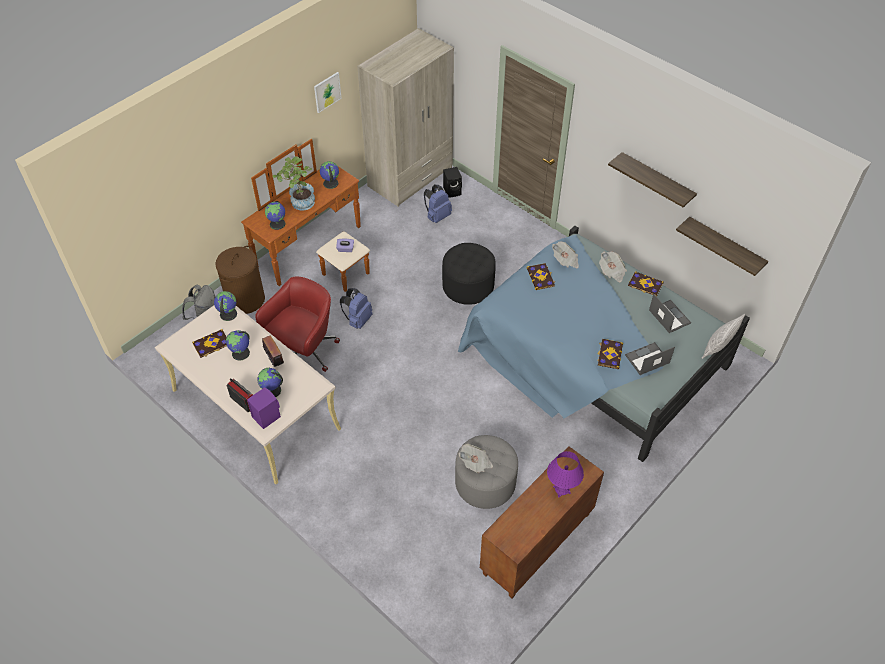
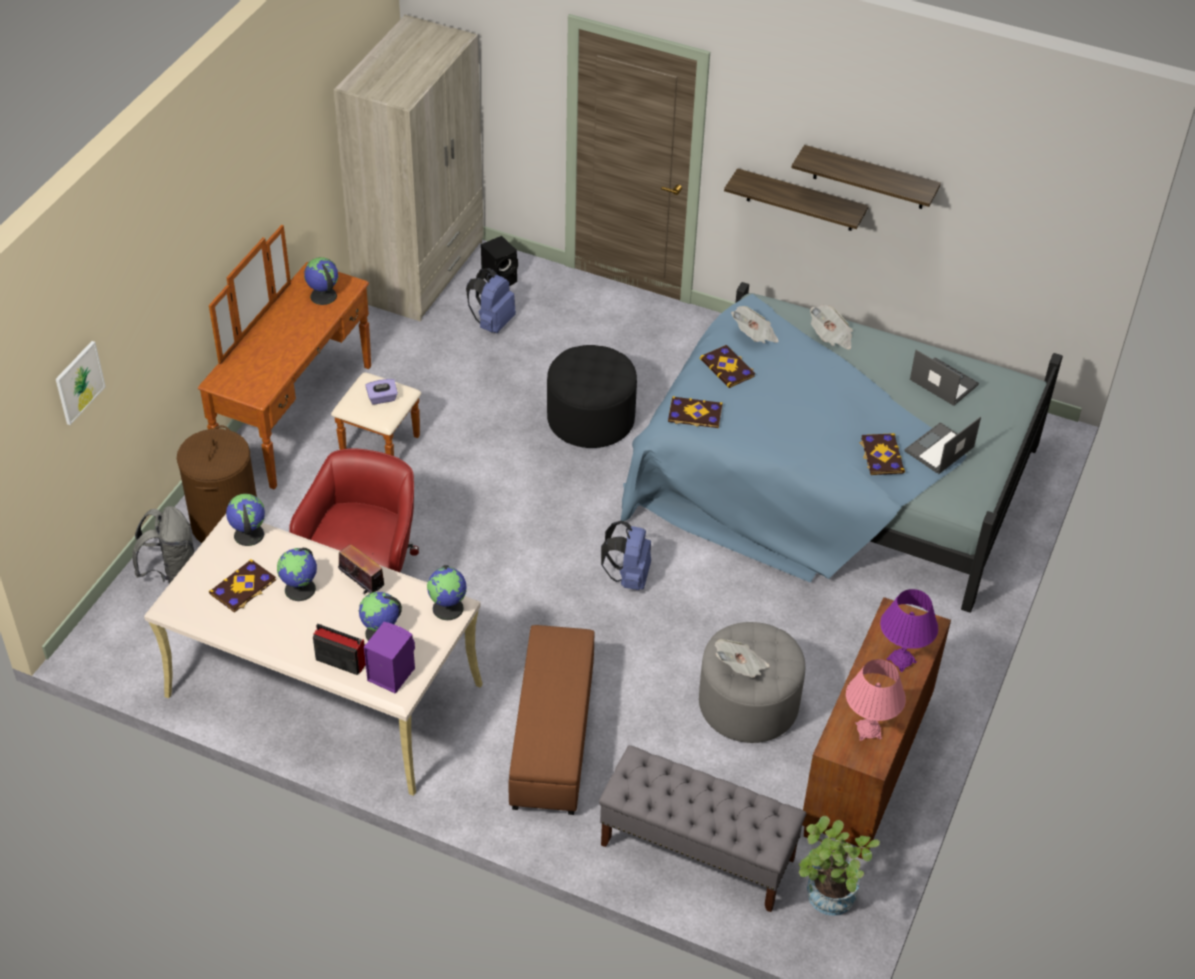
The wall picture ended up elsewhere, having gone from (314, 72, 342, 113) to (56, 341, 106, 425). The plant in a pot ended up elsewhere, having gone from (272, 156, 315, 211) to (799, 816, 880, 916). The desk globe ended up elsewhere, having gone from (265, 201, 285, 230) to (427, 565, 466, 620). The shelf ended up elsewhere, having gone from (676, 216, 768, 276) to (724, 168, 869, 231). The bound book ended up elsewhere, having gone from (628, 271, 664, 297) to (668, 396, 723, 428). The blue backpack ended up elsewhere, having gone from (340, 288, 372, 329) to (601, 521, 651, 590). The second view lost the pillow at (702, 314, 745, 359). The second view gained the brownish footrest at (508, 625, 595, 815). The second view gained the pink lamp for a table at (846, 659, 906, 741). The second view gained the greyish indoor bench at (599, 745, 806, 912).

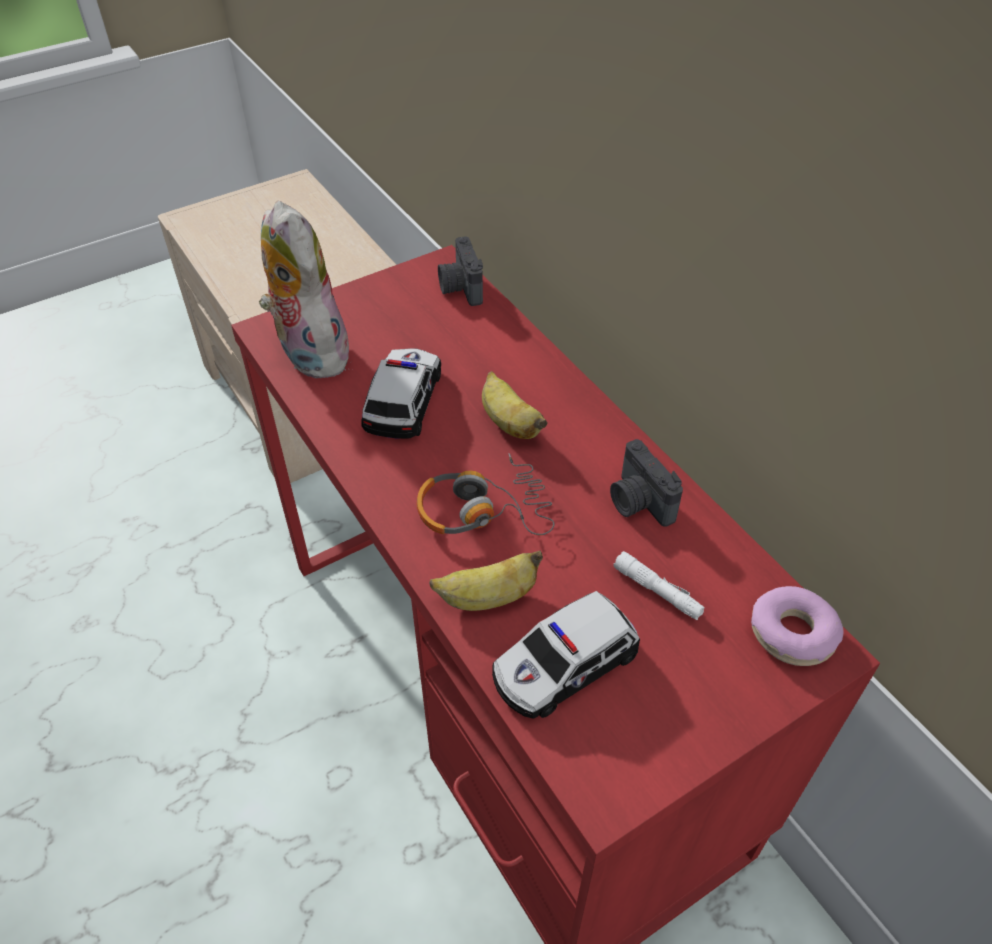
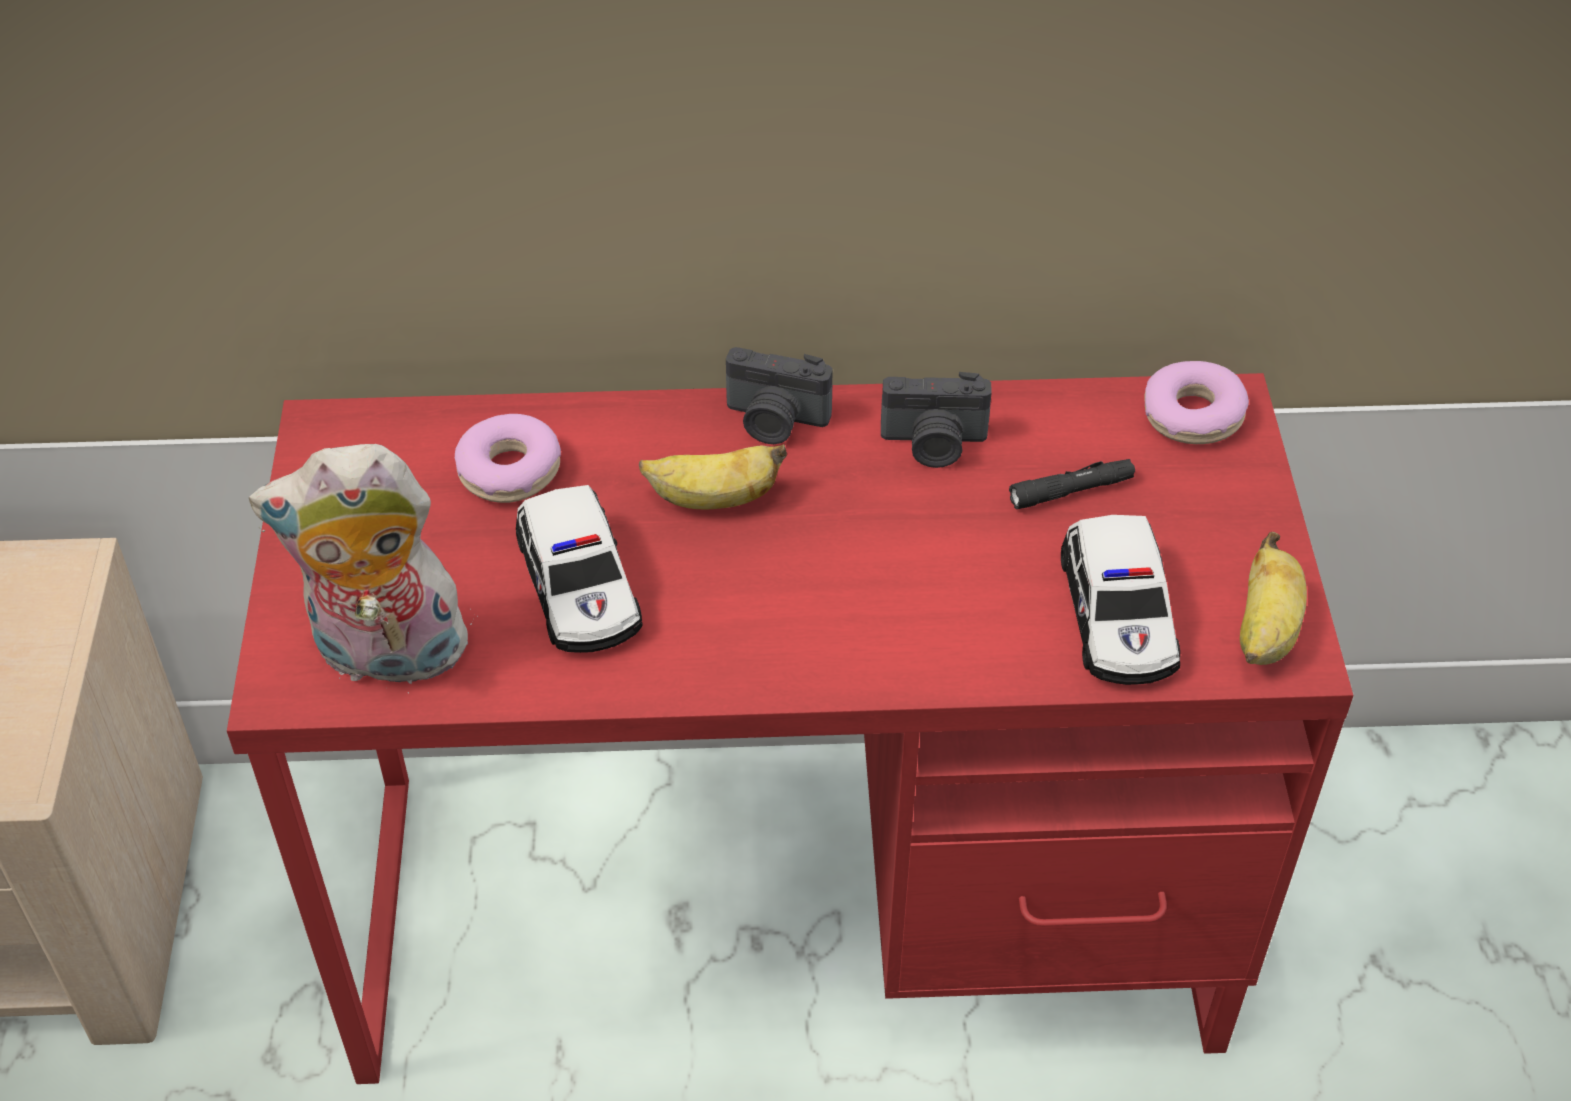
The photo camera ended up elsewhere, having gone from (438, 236, 483, 306) to (726, 347, 833, 444). The toy car at (361, 348, 441, 439) ended up facing another way, 150 degrees counterclockwise from before. The second view lost the headset at (417, 453, 554, 535). The banana fruit ended up elsewhere, having gone from (429, 550, 543, 611) to (1240, 532, 1307, 665). What was the whitish hand torch at (613, 551, 705, 620) turned into the black hand torch at (1009, 459, 1135, 509). The second view gained the doughnut at (455, 414, 561, 503).

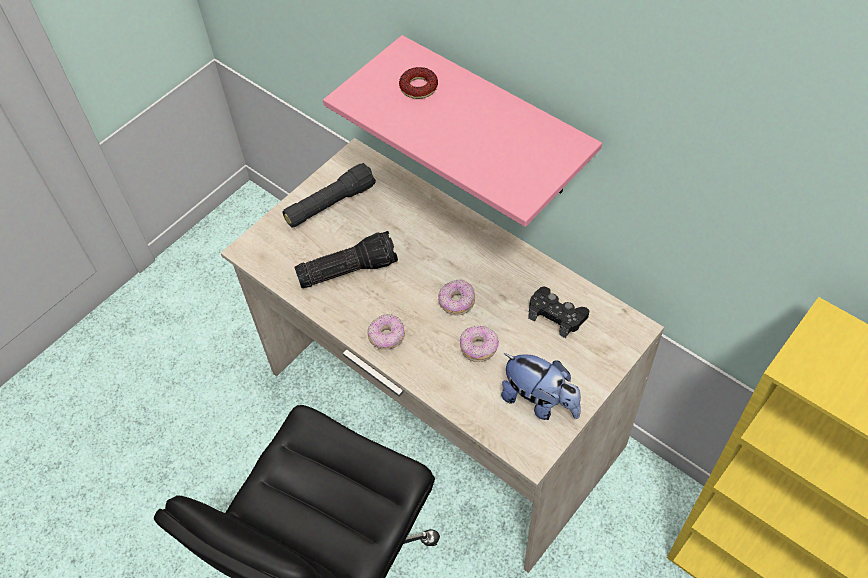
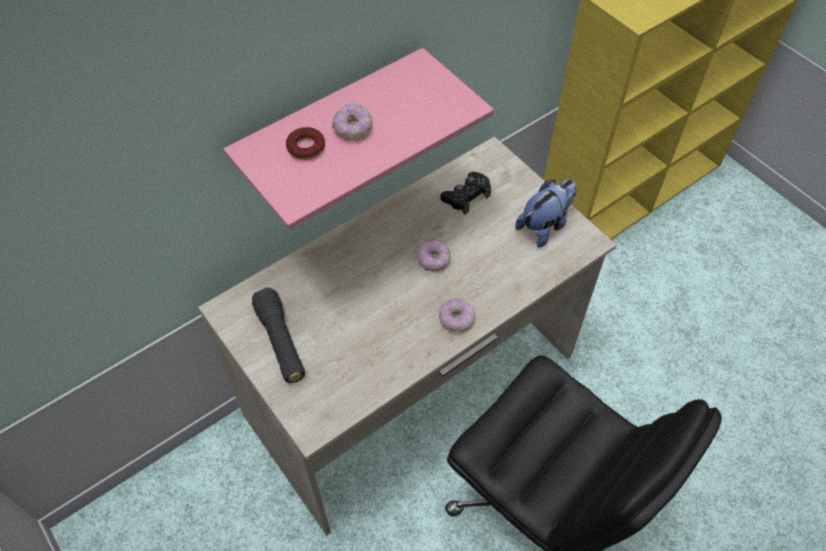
The second view lost the hand torch at (294, 231, 398, 288). The doughnut ended up elsewhere, having gone from (460, 326, 499, 362) to (332, 104, 373, 141).

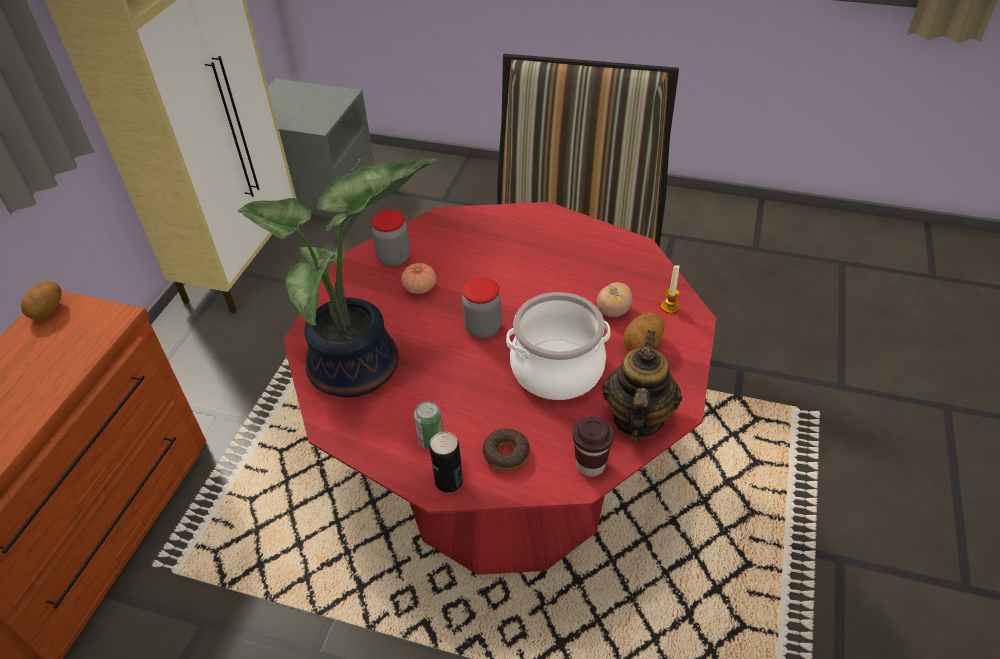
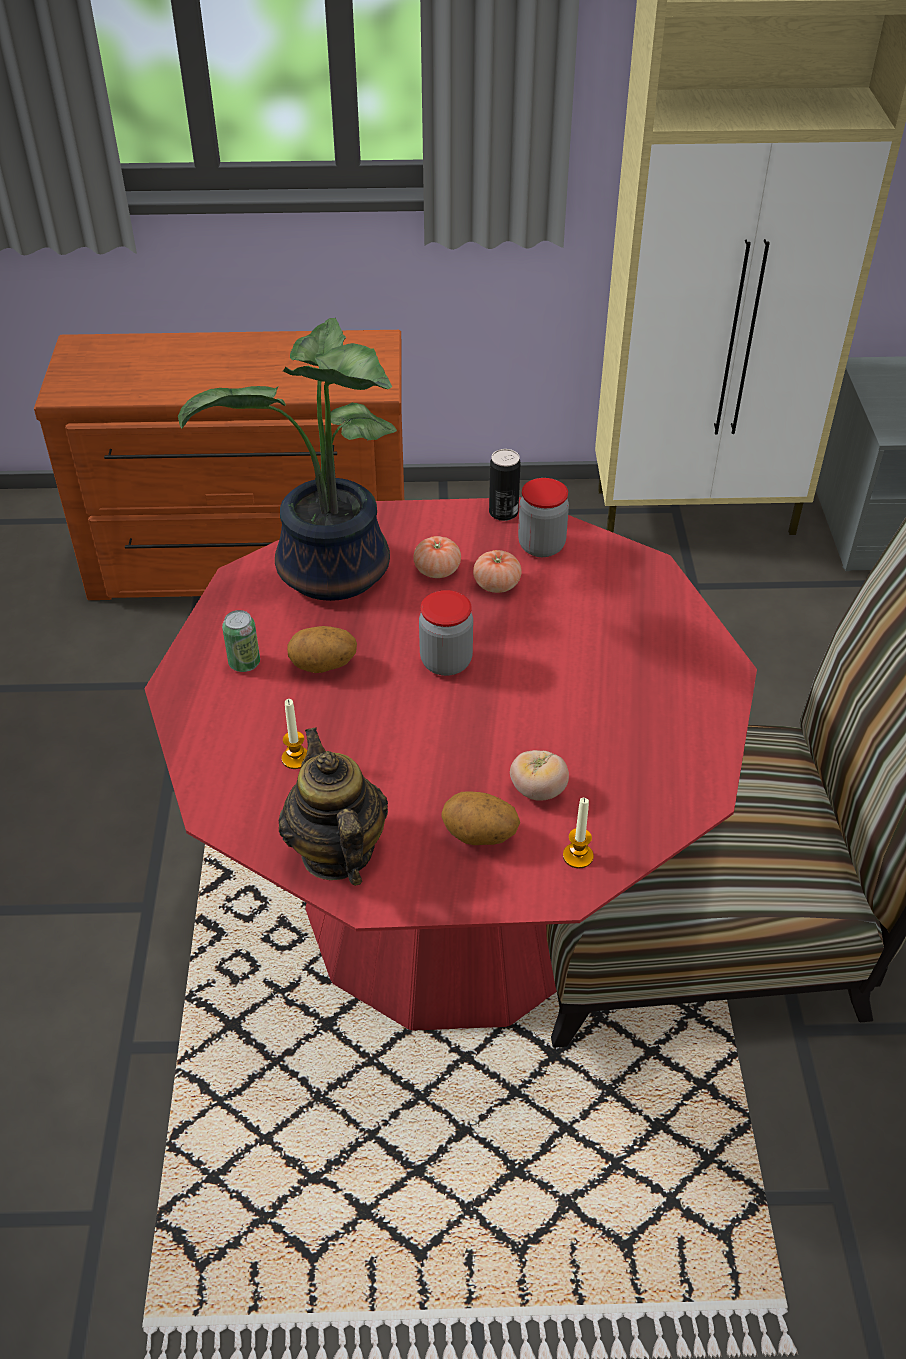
The spud ended up elsewhere, having gone from (21, 281, 62, 320) to (287, 626, 357, 673). The second view lost the saucepot at (506, 292, 610, 400). The pot for tea at (602, 330, 682, 443) ended up facing another way, 105 degrees counterclockwise from before. The second view lost the brownish cup at (572, 416, 614, 477). The second view lost the doughnut at (482, 428, 530, 471). The sealed can ended up elsewhere, having gone from (430, 432, 463, 493) to (489, 449, 521, 521). The second view gained the whole tomato at (414, 536, 461, 578). The second view gained the candle at (282, 699, 307, 769).

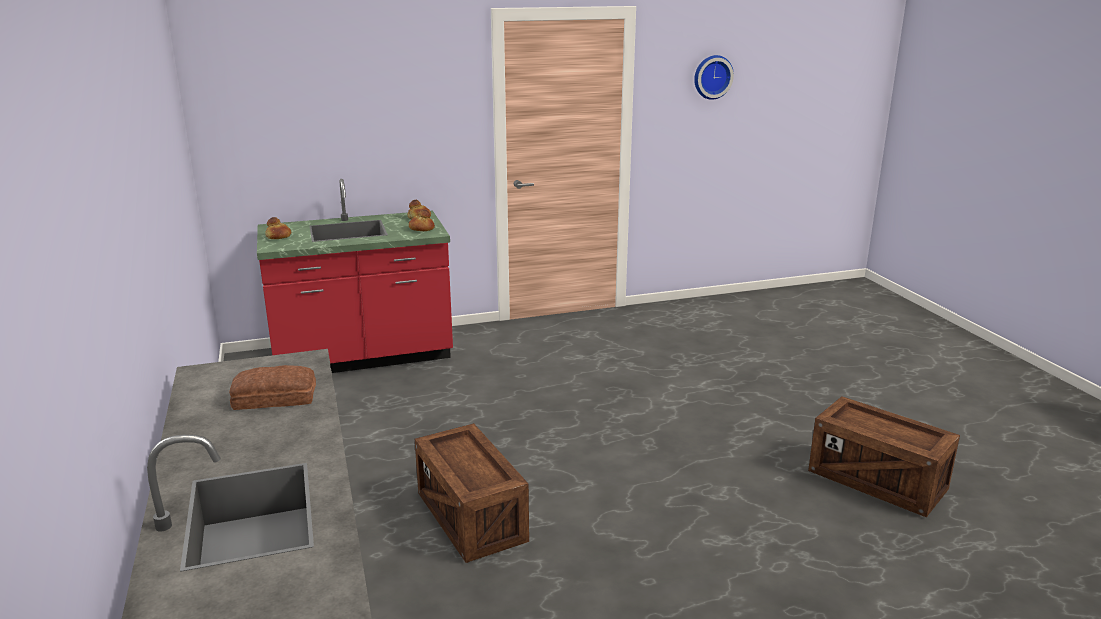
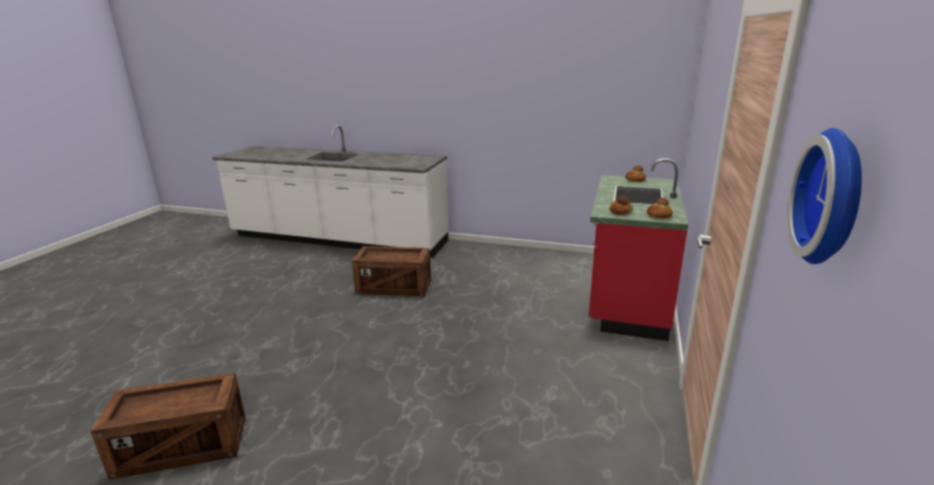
The second view lost the bread at (229, 365, 316, 410).

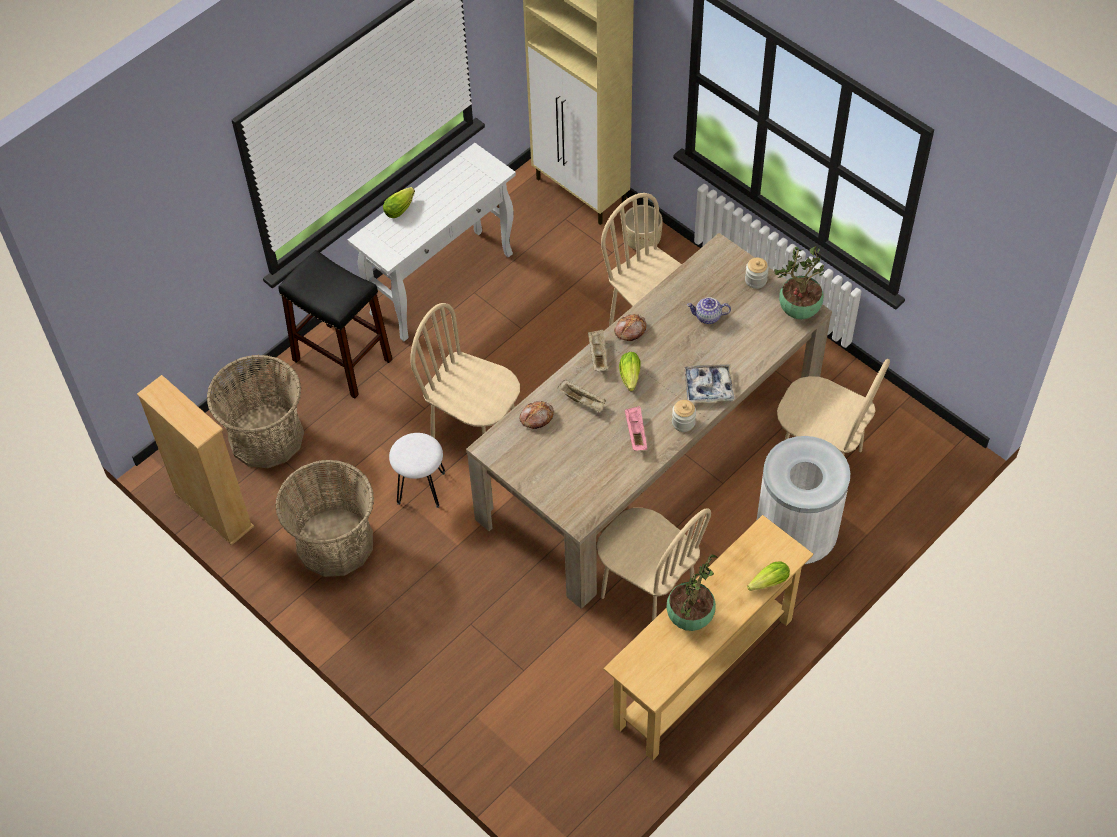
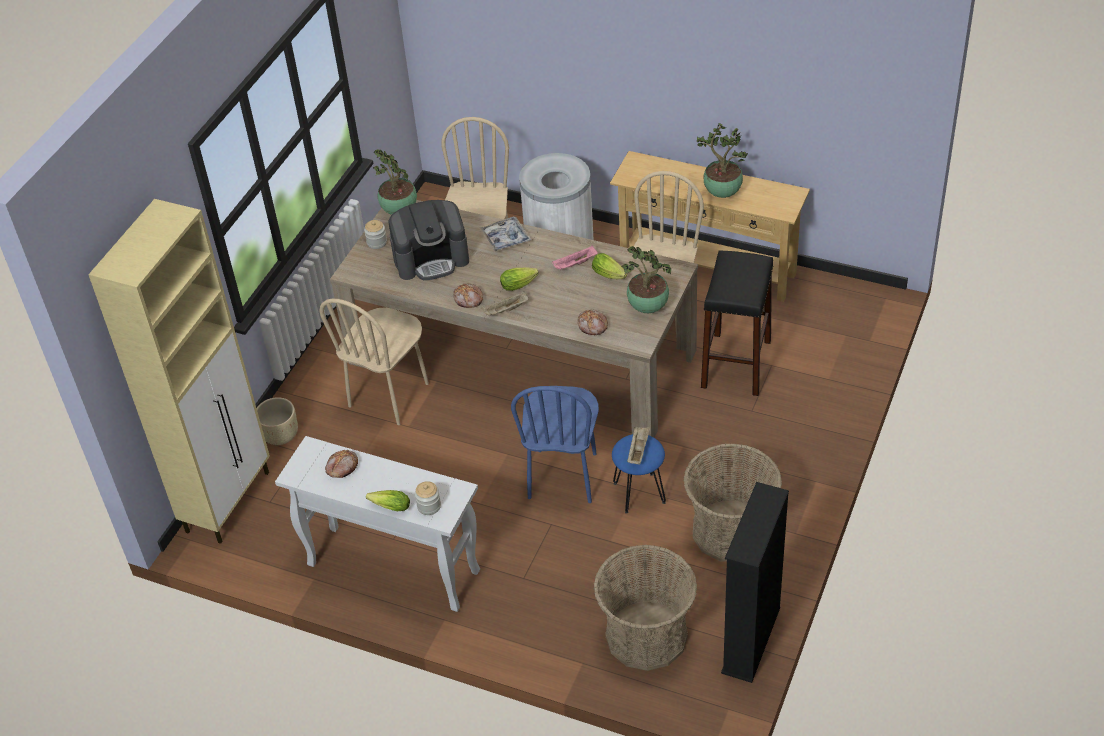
The black sitting stool ended up elsewhere, having gone from (279, 250, 392, 399) to (701, 250, 774, 396). Where the pot for tea stood at (687, 297, 731, 324), the coffee brewer came to stand at (388, 200, 469, 280). What was the sand-coloured plain chair at (411, 303, 520, 438) turned into the blue plain chair at (511, 386, 599, 503). What was the sand-coloured bookcase at (137, 375, 254, 545) turned into the black bookcase at (721, 482, 789, 683). The sand-coloured carrying tray ended up elsewhere, having gone from (557, 379, 606, 412) to (627, 427, 650, 465). The storage jar ended up elsewhere, having gone from (672, 400, 696, 432) to (415, 481, 441, 515). What was the whitish sitting stool at (389, 433, 445, 508) turned into the blue sitting stool at (612, 434, 666, 514). The head of lettuce ended up elsewhere, having gone from (747, 561, 790, 591) to (592, 253, 627, 279). The second view gained the plant in a pot at (621, 246, 671, 313). The second view gained the bread at (325, 450, 358, 478).

